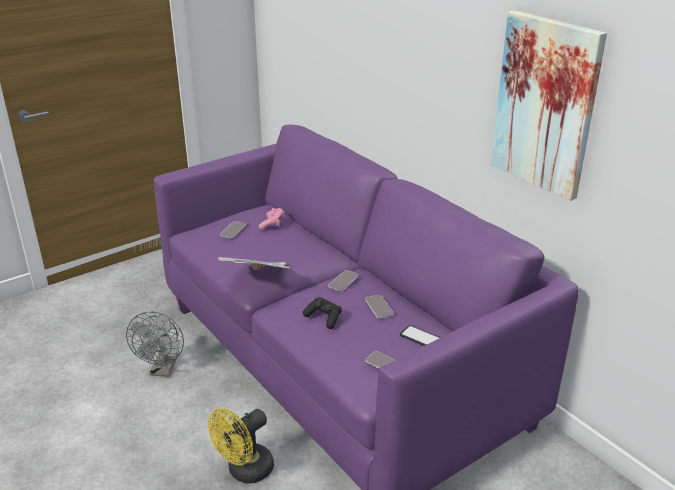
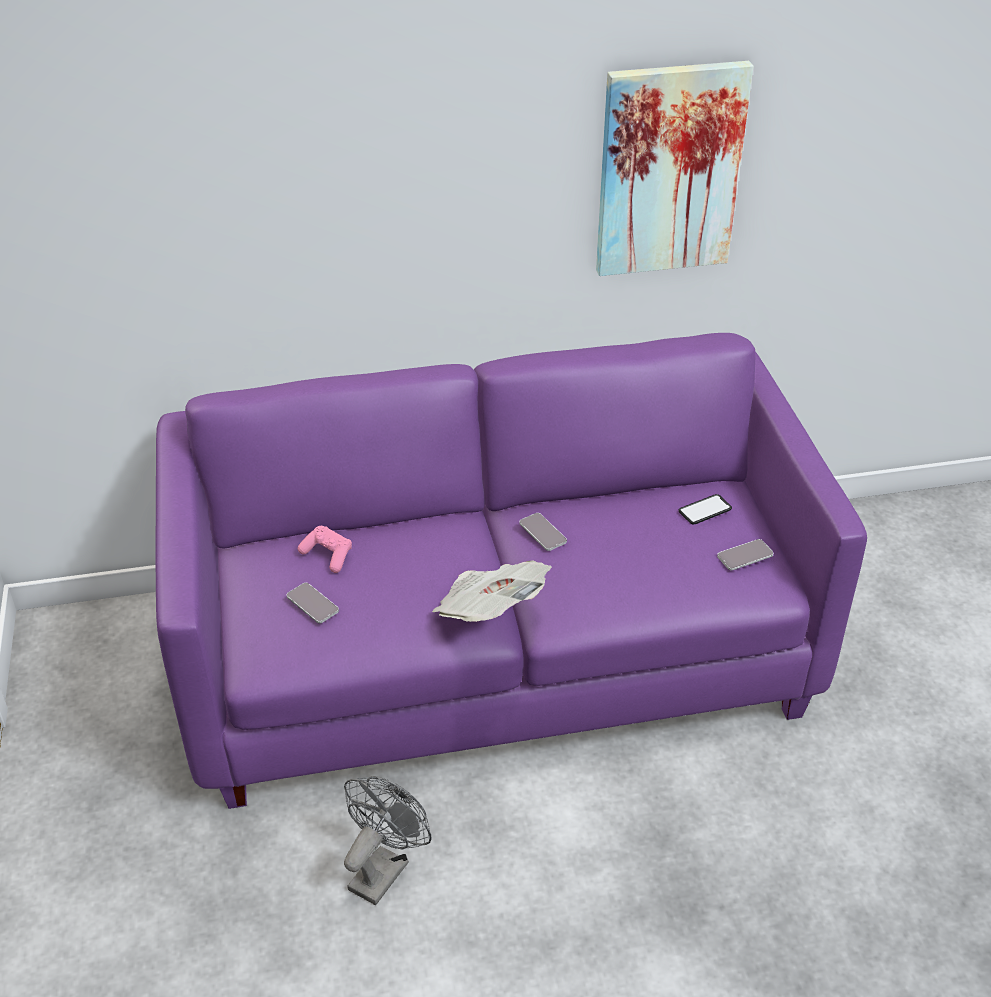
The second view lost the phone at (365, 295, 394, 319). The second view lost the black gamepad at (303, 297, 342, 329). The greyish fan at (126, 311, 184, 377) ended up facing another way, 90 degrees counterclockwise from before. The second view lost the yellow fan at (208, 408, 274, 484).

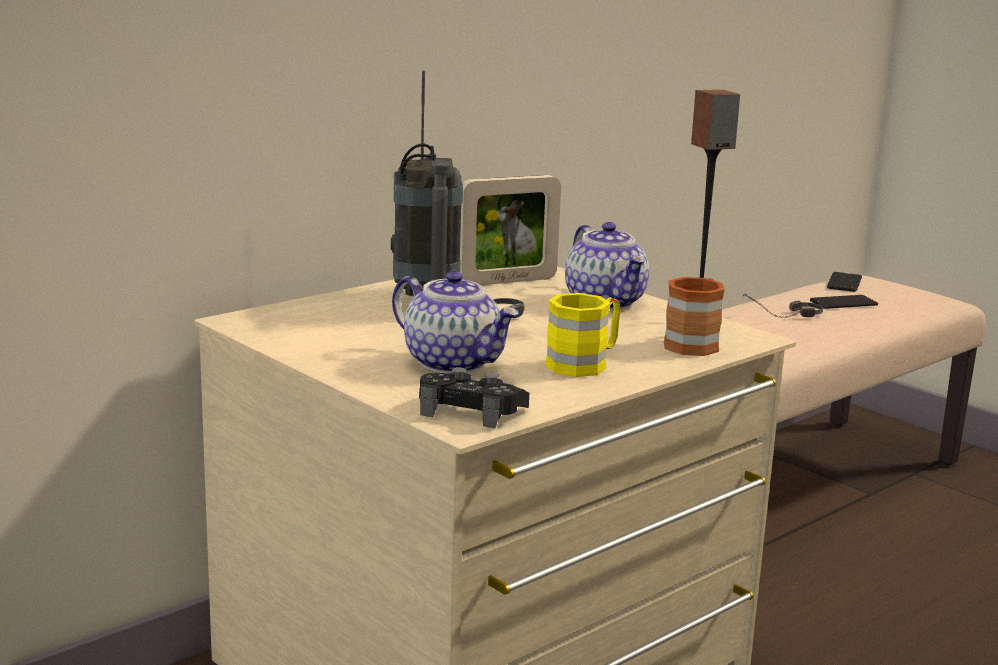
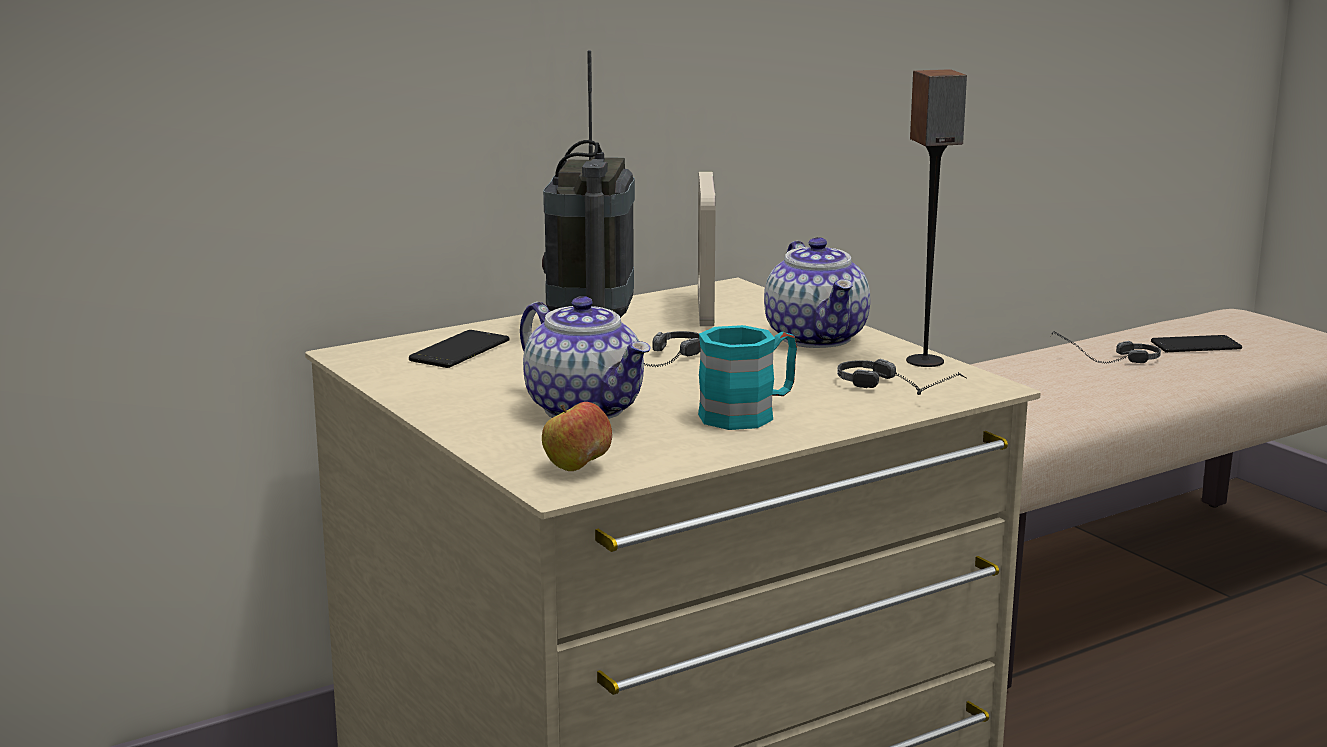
The picture frame at (460, 175, 561, 285) ended up facing another way, 105 degrees clockwise from before. The phone ended up elsewhere, having gone from (827, 272, 862, 292) to (409, 330, 509, 368). Where the brownish mug stood at (664, 277, 725, 356), the headset came to stand at (837, 359, 967, 395). What was the yellow mug at (545, 293, 621, 377) turned into the blue-green mug at (698, 325, 797, 430). Where the black gamepad stood at (419, 367, 529, 428), the apple fruit came to stand at (542, 402, 612, 471).

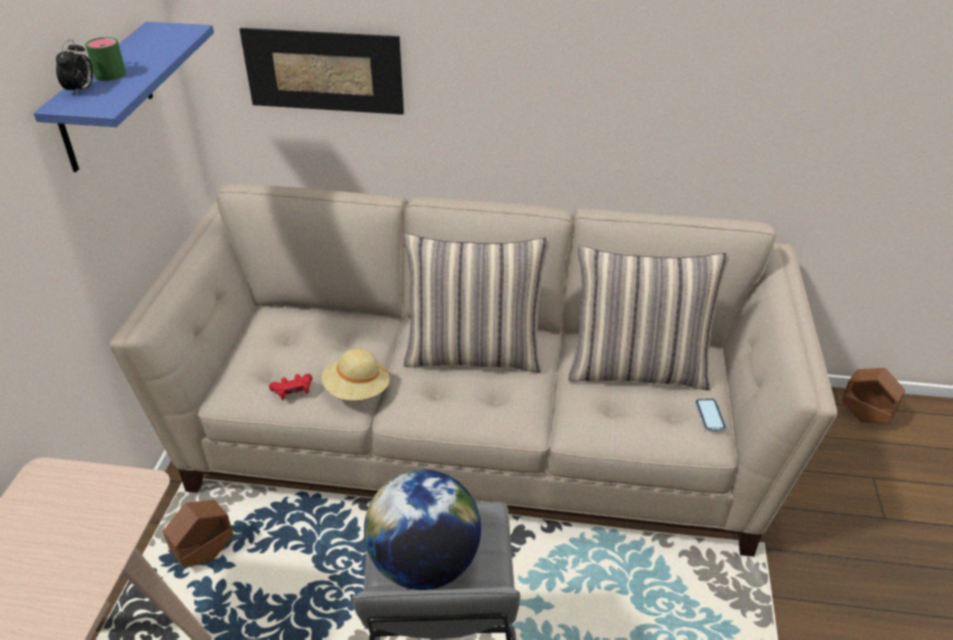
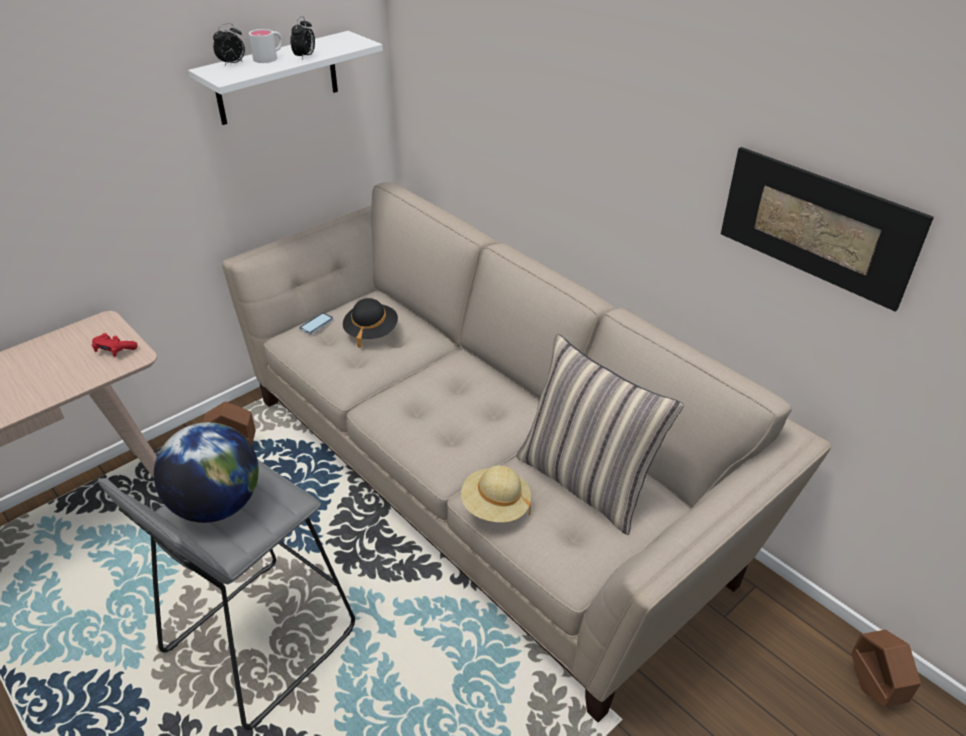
What was the blue shelf at (34, 22, 214, 172) turned into the whitish shelf at (188, 31, 383, 125). The wall picture ended up elsewhere, having gone from (239, 28, 404, 115) to (721, 147, 934, 312). What was the green-coloured mug at (85, 37, 126, 81) turned into the whitish mug at (249, 29, 282, 63). The second view lost the pillow at (403, 233, 550, 373). The sand-coloured clothing hat ended up elsewhere, having gone from (322, 348, 390, 400) to (461, 465, 531, 522). The red gamepad ended up elsewhere, having gone from (269, 374, 312, 400) to (92, 333, 138, 357). The phone ended up elsewhere, having gone from (695, 398, 726, 431) to (299, 313, 333, 334). The second view gained the bedside clock at (291, 16, 315, 60). The second view gained the black clothing hat at (343, 298, 398, 348).

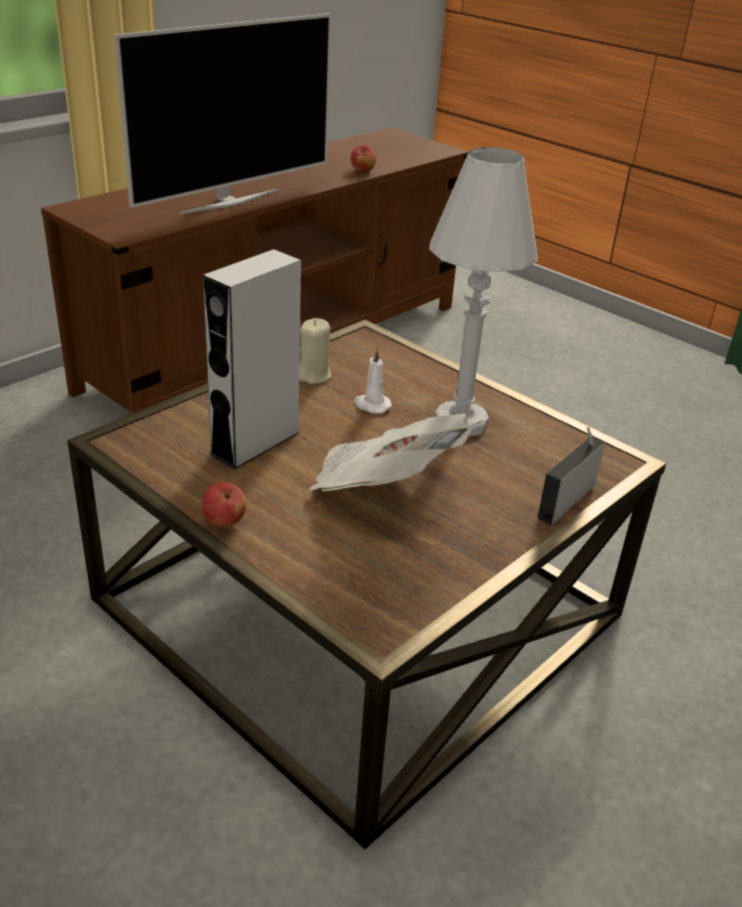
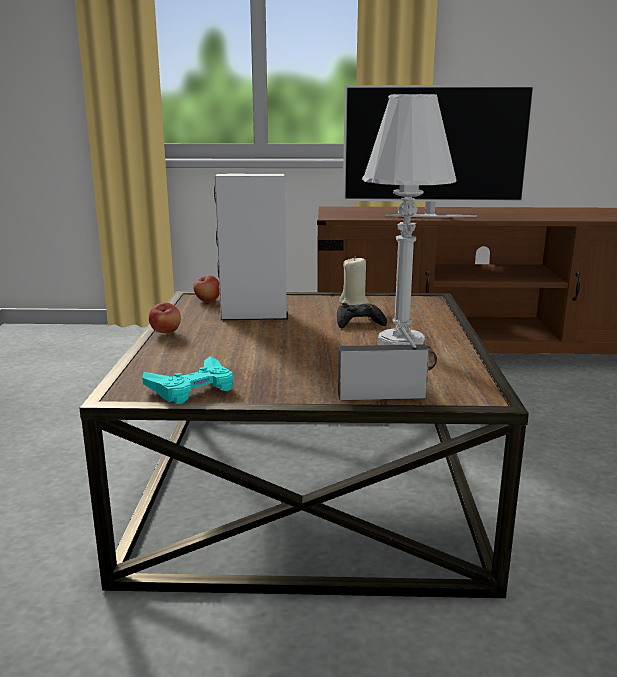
The apple fruit ended up elsewhere, having gone from (351, 145, 376, 172) to (193, 275, 220, 302). Where the whitish candle stood at (354, 349, 392, 414), the black gamepad came to stand at (337, 303, 387, 329). The second view lost the daily paper at (309, 413, 471, 491). The second view gained the blue-green gamepad at (142, 356, 233, 404).

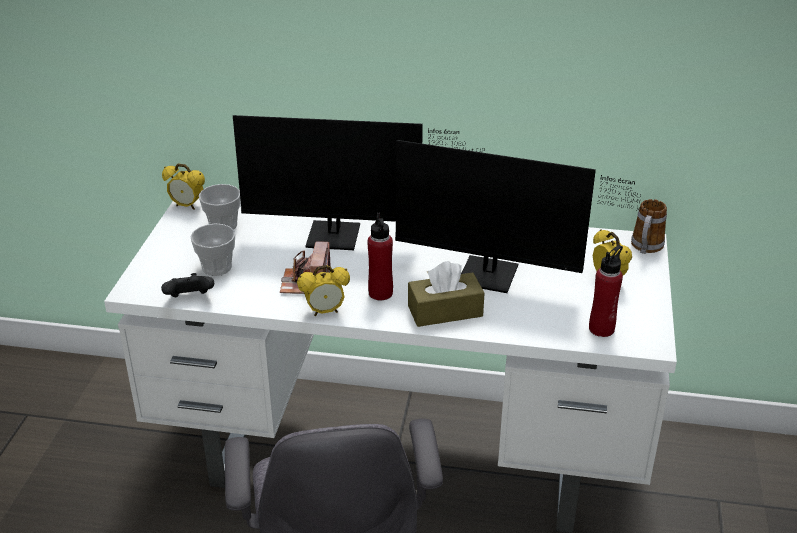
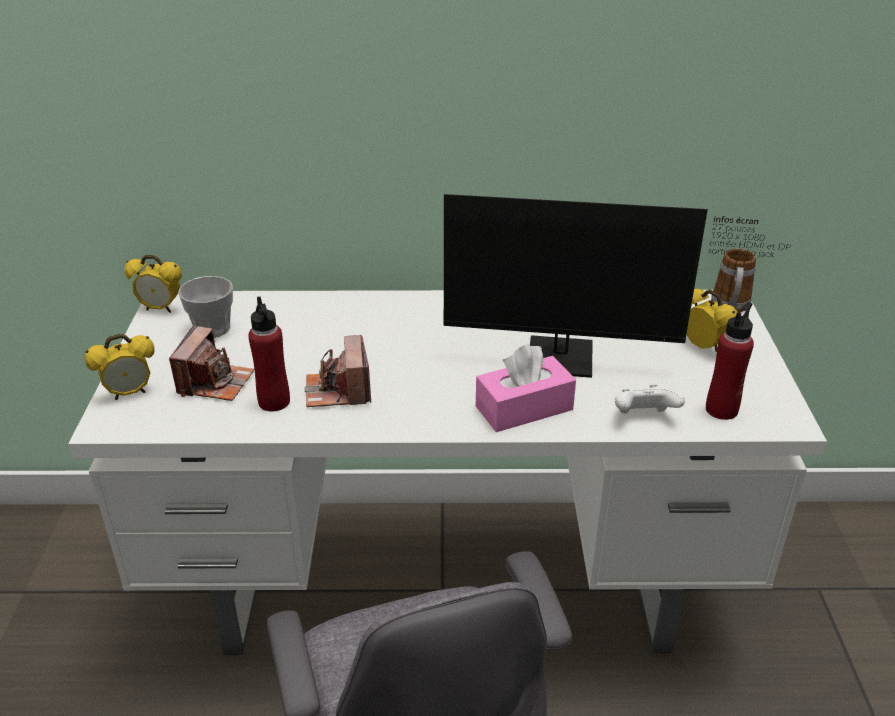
The second view lost the computer screen at (233, 115, 484, 250). The red bottle ended up elsewhere, having gone from (367, 212, 393, 300) to (248, 296, 290, 412). Where the cup stood at (190, 224, 235, 276), the photo camera came to stand at (169, 326, 254, 401). What was the brownish tissue box at (408, 261, 485, 327) turned into the pink tissue box at (476, 344, 576, 432). The bedside clock ended up elsewhere, having gone from (297, 265, 350, 316) to (84, 334, 155, 400). The second view lost the black gamepad at (161, 273, 214, 297). The second view gained the whitish gamepad at (615, 384, 685, 414).

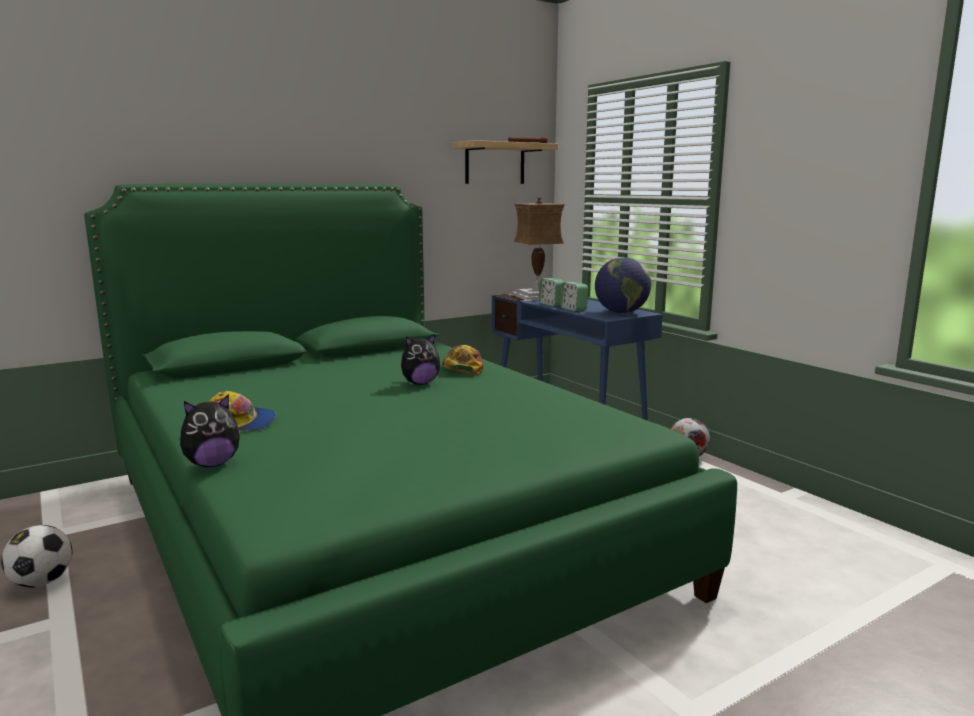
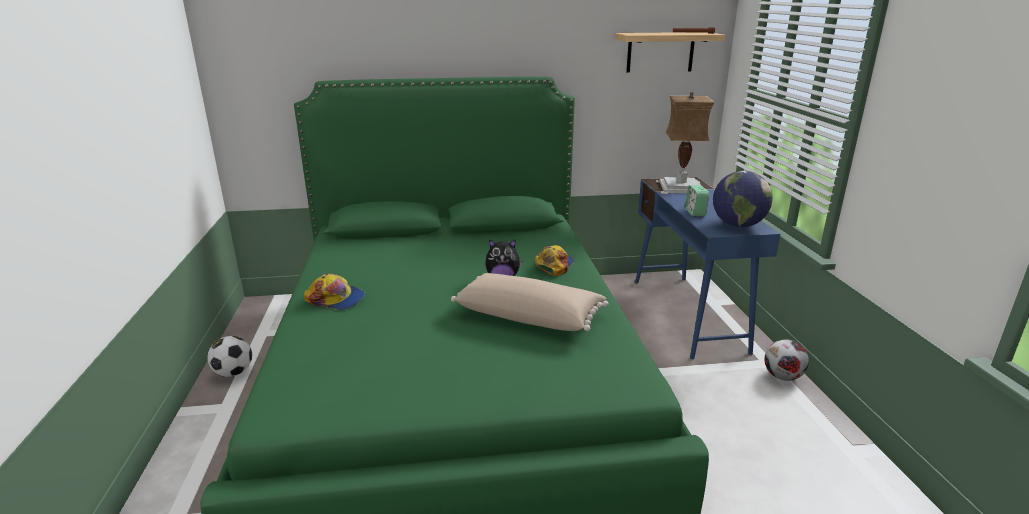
The second view lost the bedside clock at (539, 278, 565, 306). The second view lost the plush toy at (180, 394, 240, 467). The second view gained the sand-coloured pillow at (451, 273, 608, 331).

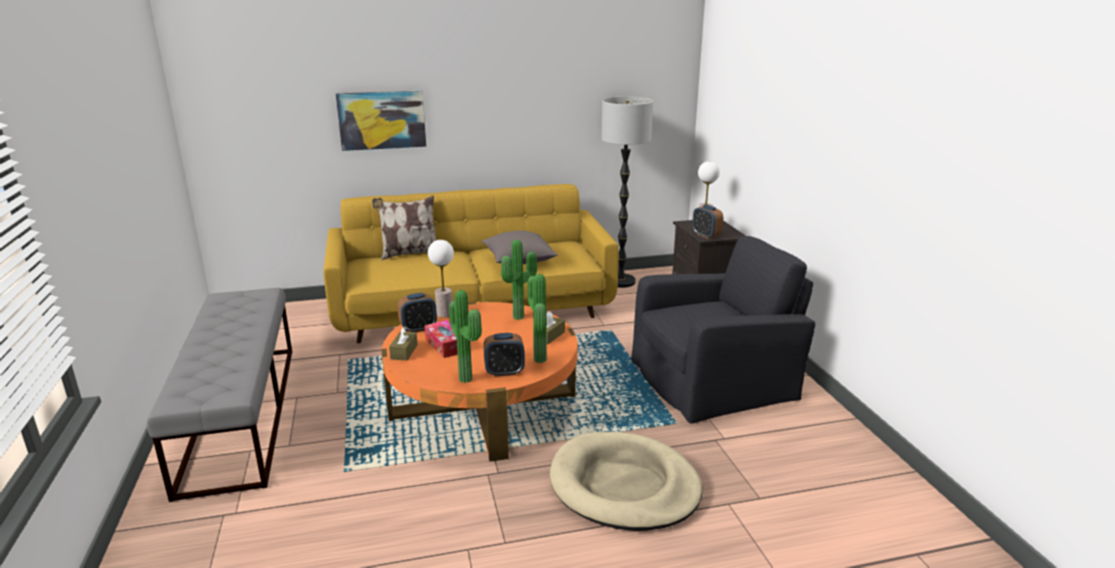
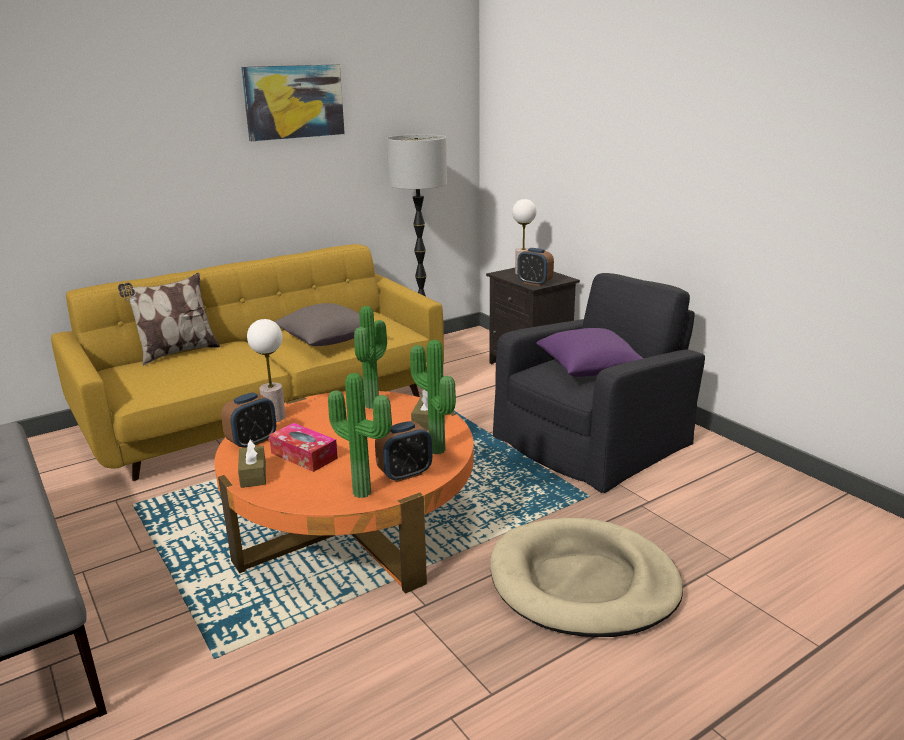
The wall picture ended up elsewhere, having gone from (336, 90, 426, 151) to (241, 64, 345, 141). The second view gained the purple-coloured pillow at (536, 328, 644, 377).

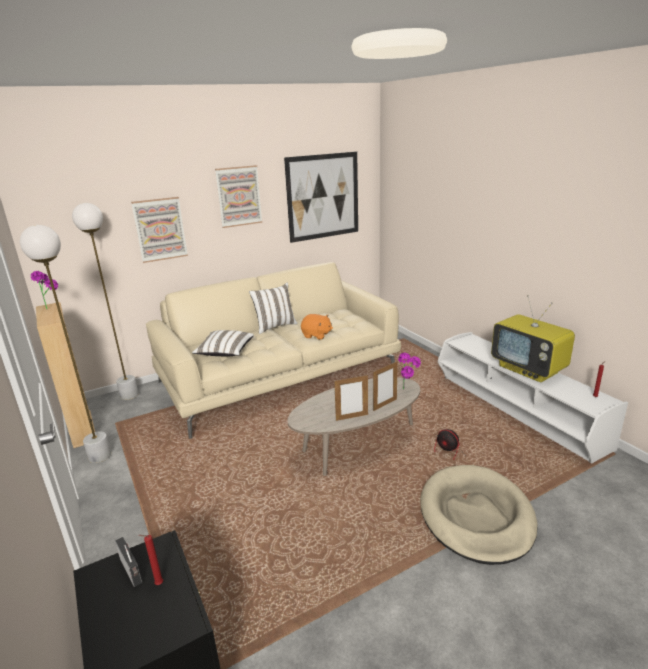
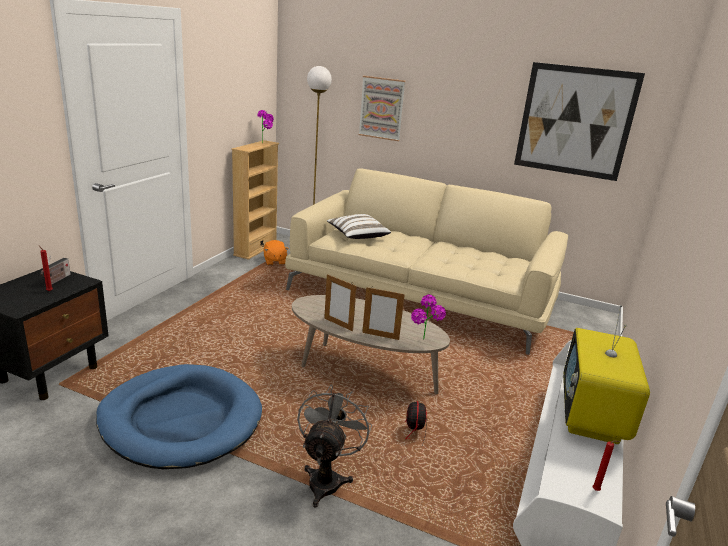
The second view lost the wall picture at (215, 165, 262, 228). The second view lost the whitish standing lamp at (20, 225, 111, 463). The second view lost the whitish pillow at (249, 283, 298, 334). The orange plush toy ended up elsewhere, having gone from (301, 314, 333, 340) to (263, 240, 289, 265). Where the sand-coloured pet bed stood at (420, 465, 538, 565), the greyish fan came to stand at (297, 385, 372, 508). The second view gained the blue pet bed at (96, 364, 262, 469).

